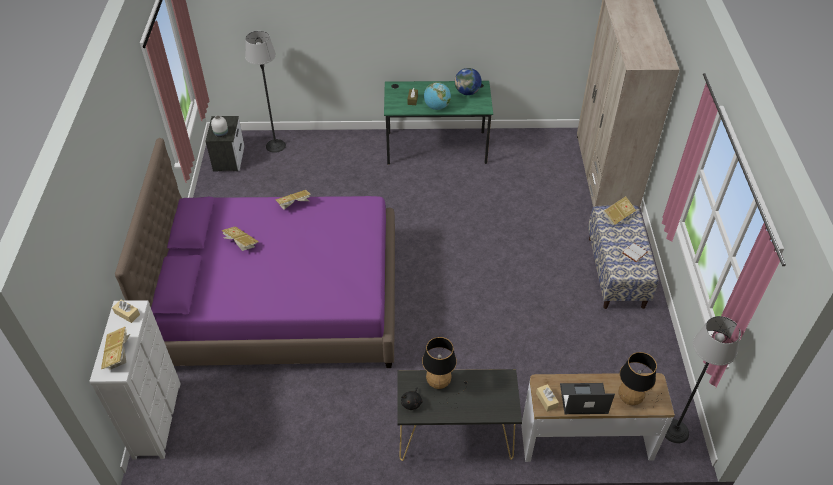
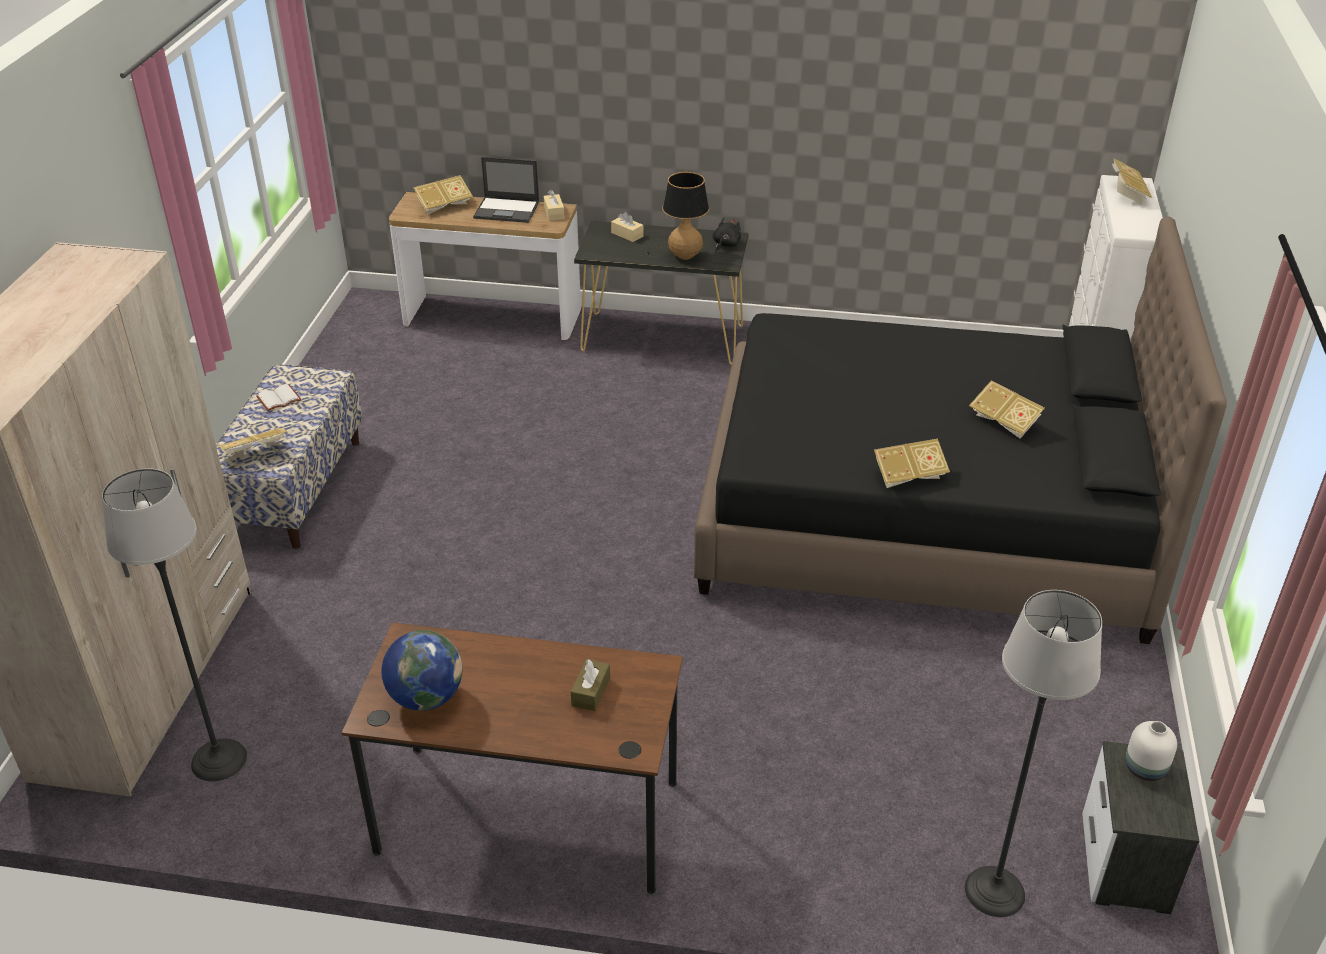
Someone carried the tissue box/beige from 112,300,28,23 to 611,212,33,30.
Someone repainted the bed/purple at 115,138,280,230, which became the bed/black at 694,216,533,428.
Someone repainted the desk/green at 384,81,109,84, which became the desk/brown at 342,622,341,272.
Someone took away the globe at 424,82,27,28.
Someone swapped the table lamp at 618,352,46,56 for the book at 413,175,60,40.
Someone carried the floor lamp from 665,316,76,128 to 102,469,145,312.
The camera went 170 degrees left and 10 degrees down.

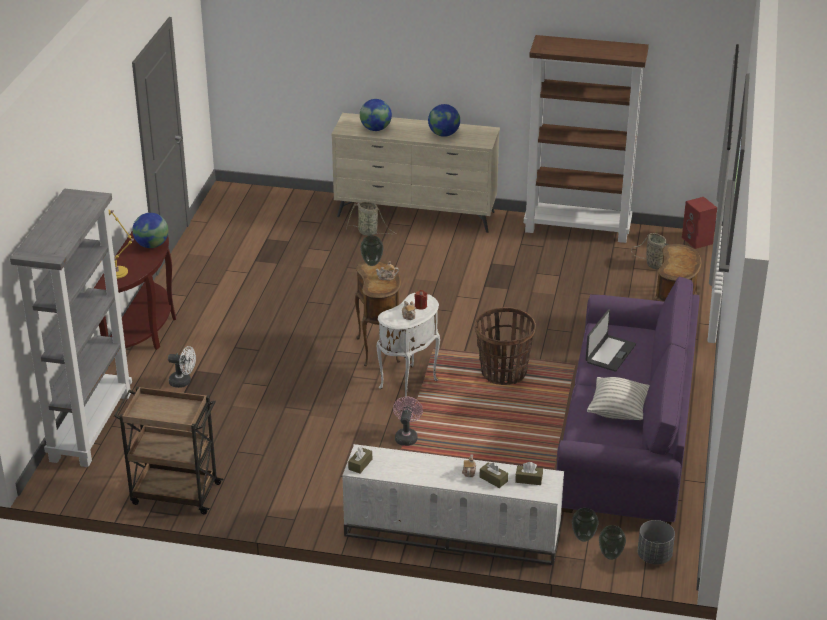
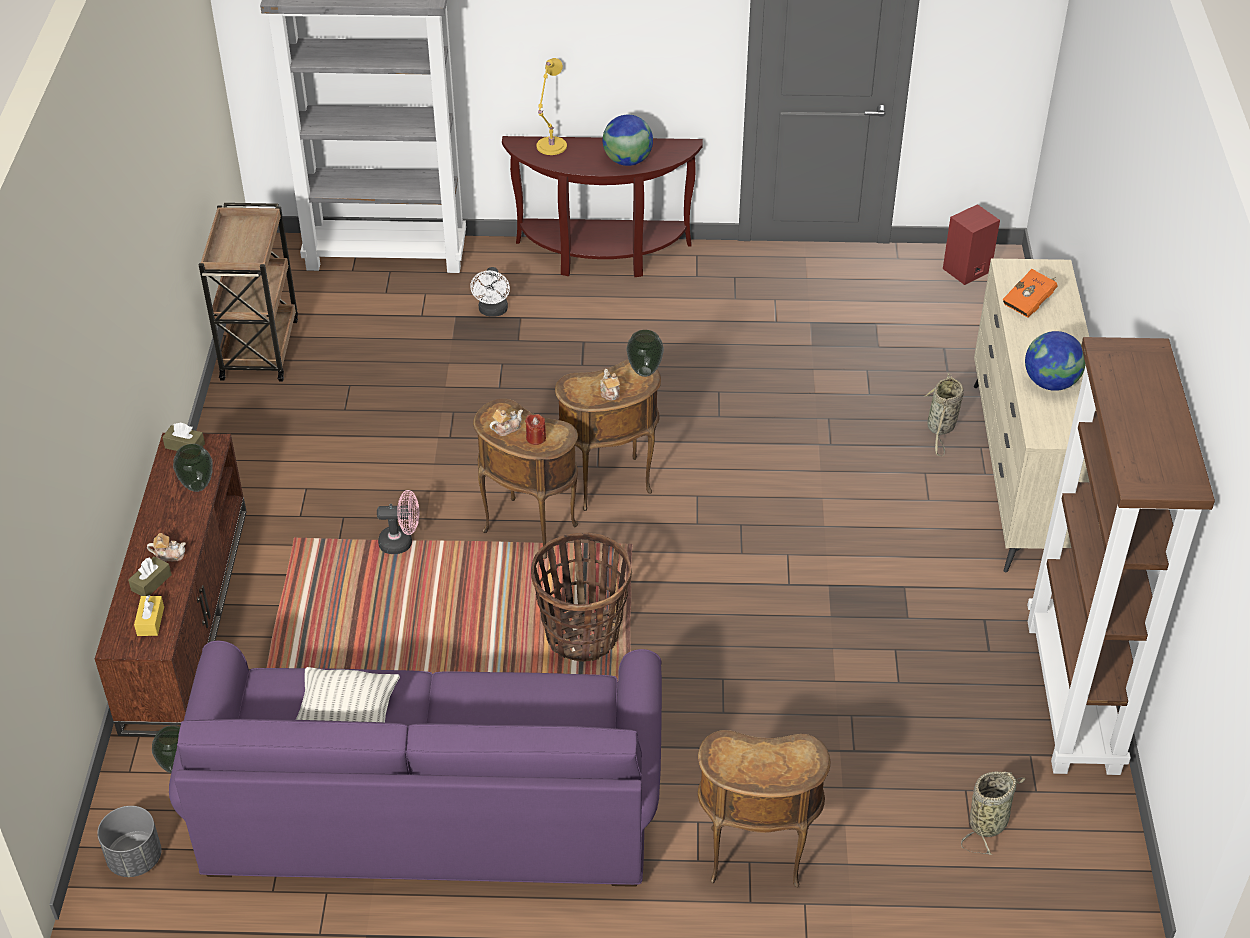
Someone repainted the tv stand/white at 342,444,222,121, which became the tv stand/brown at 95,433,152,304.
Someone swapped the globe at 360,99,32,32 for the book/orange at 1003,269,55,49.
Someone repainted the side table/white at 377,293,63,104, which became the side table/brown at 473,399,105,160.
Someone repainted the tissue box/brown at 515,462,28,23, which became the tissue box/yellow at 134,595,30,41.
Someone took away the laptop at 586,309,50,63.
Someone carried the vase from 599,525,27,35 to 173,444,40,48.
Someone carried the speaker/red from 682,197,35,52 to 943,204,57,81.
The camera went 80 degrees right and 10 degrees up.

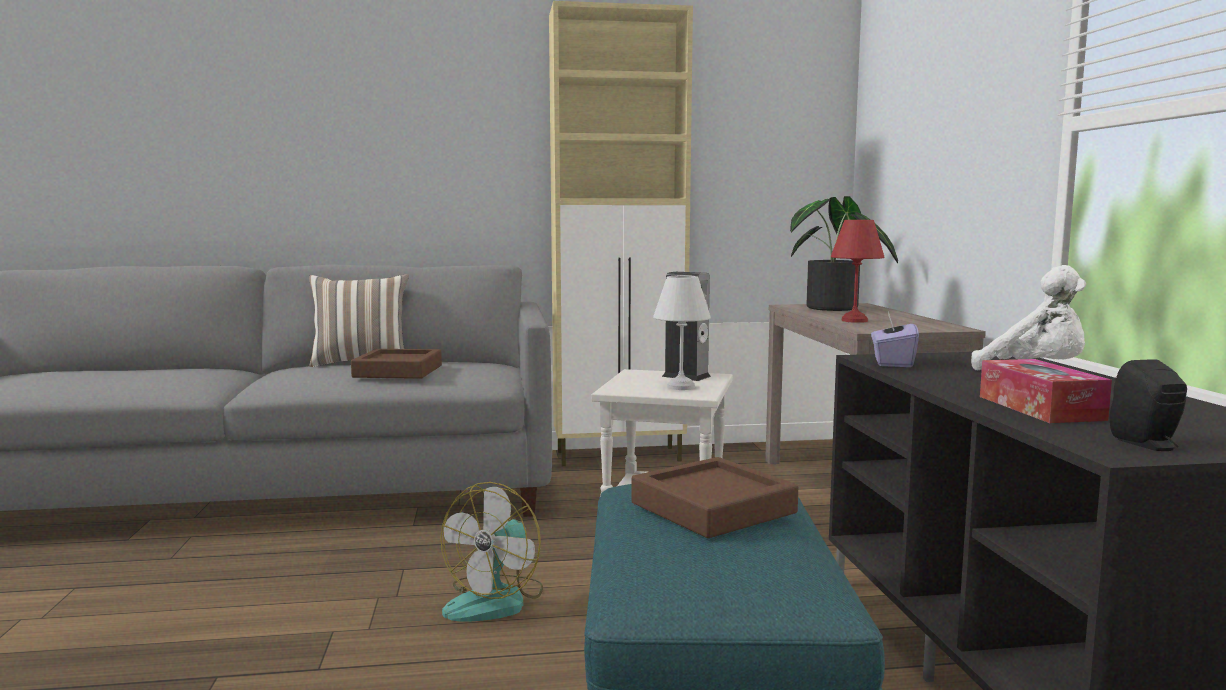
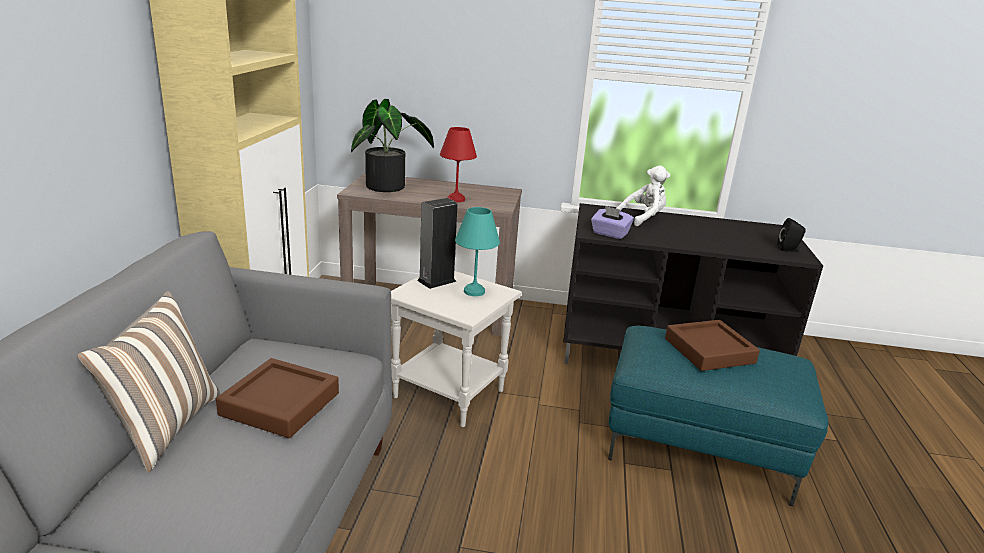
Someone took away the fan at 440,482,103,139.
Someone repainted the table lamp/white at 653,276,58,114, which became the table lamp/turquoise at 455,207,45,89.
Someone took away the tissue box at 980,359,132,64.
The camera went 75 degrees left and 15 degrees up.

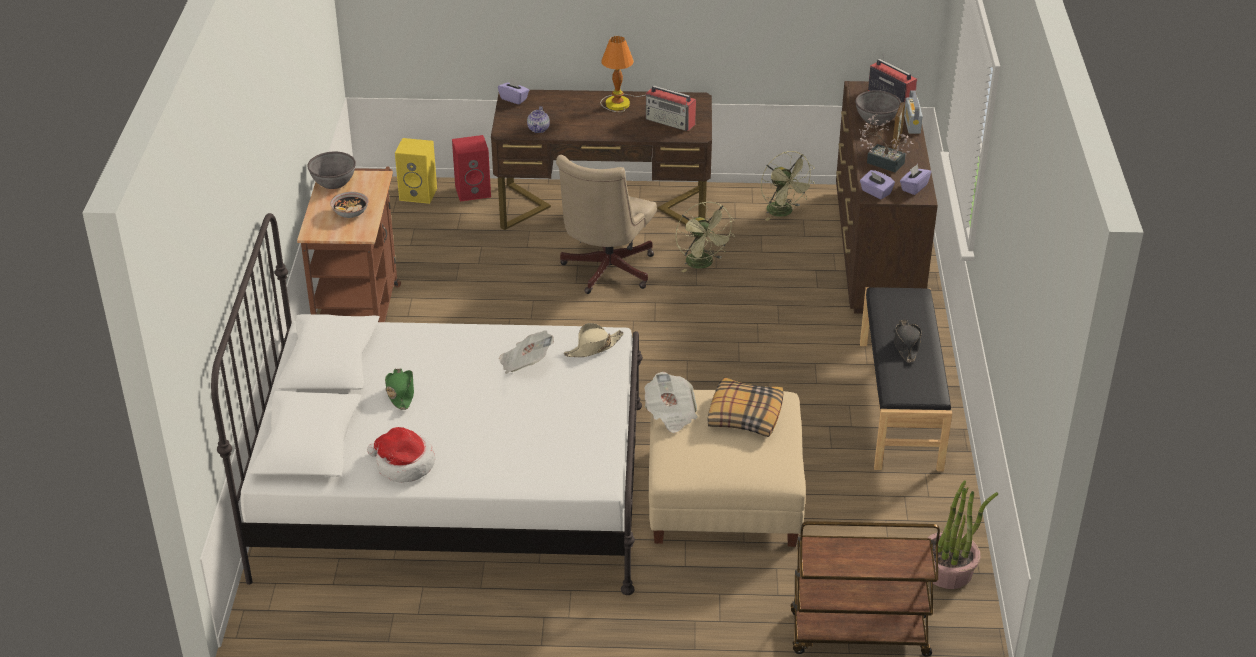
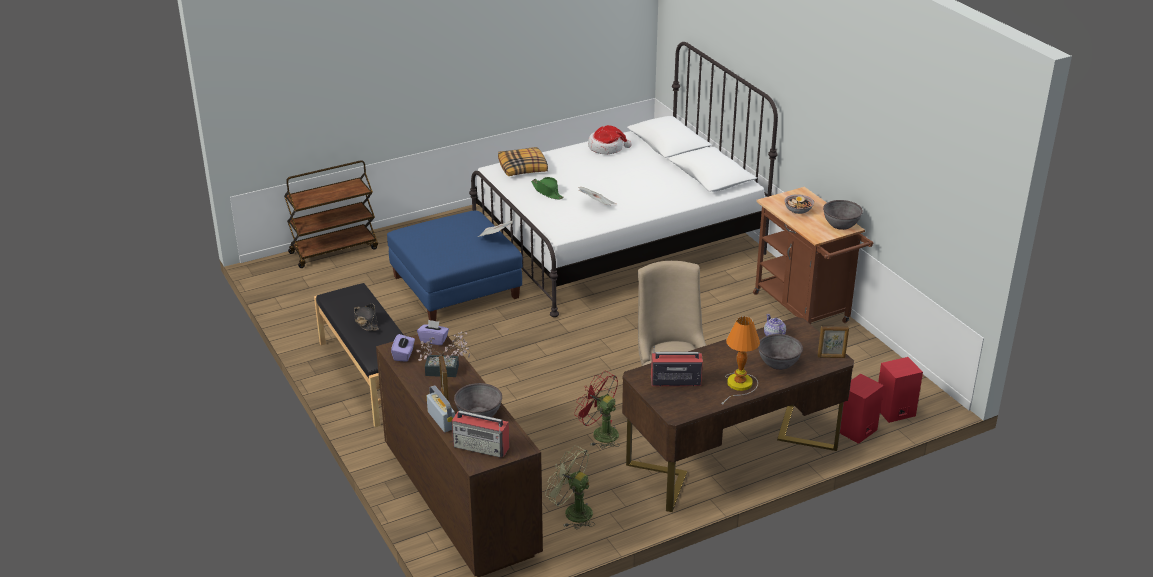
Someone carried the hat/green from 385,368,29,42 to 531,177,33,22.
Someone repainted the speaker/yellow at 395,138,42,66, which became the speaker/red at 878,357,45,66.
Someone swapped the tissue box/purple at 498,77,31,27 for the picture frame at 818,326,31,32.
Someone took away the hat/beige at 564,323,60,34.
Someone repainted the ottoman/beige at 649,390,157,157, which became the ottoman/blue at 387,211,136,110.
Someone repainted the fan/green at 675,202,60,71, which became the fan/red at 574,371,46,77.
Someone carried the pillow from 707,378,76,59 to 498,147,50,29.
Someone took away the potted plant at 927,480,71,109.
Someone put down the bowl/grey at 758,334,45,36.
The camera went 150 degrees right and 5 degrees down.

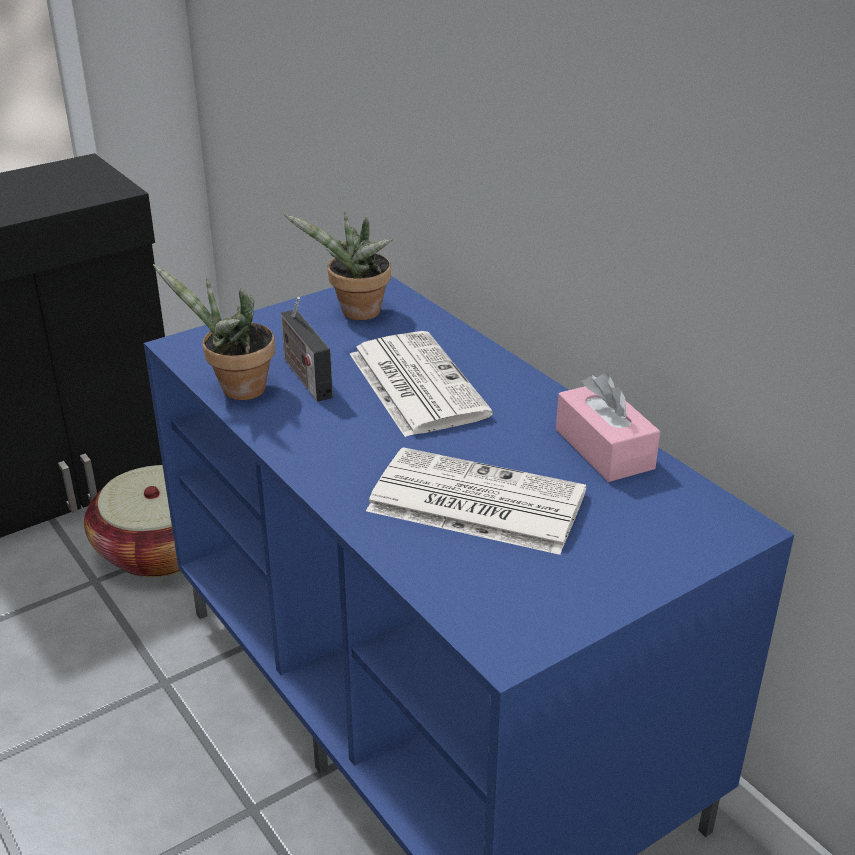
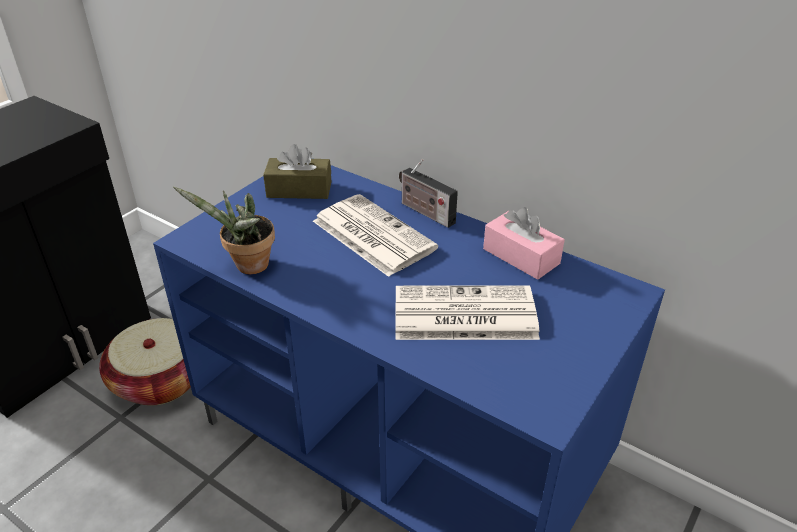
Someone carried the radio from 281,297,52,105 to 399,159,59,69.
Someone swapped the potted plant at 283,212,109,108 for the tissue box/brown at 263,144,68,55.
The camera went 20 degrees left and 5 degrees up.

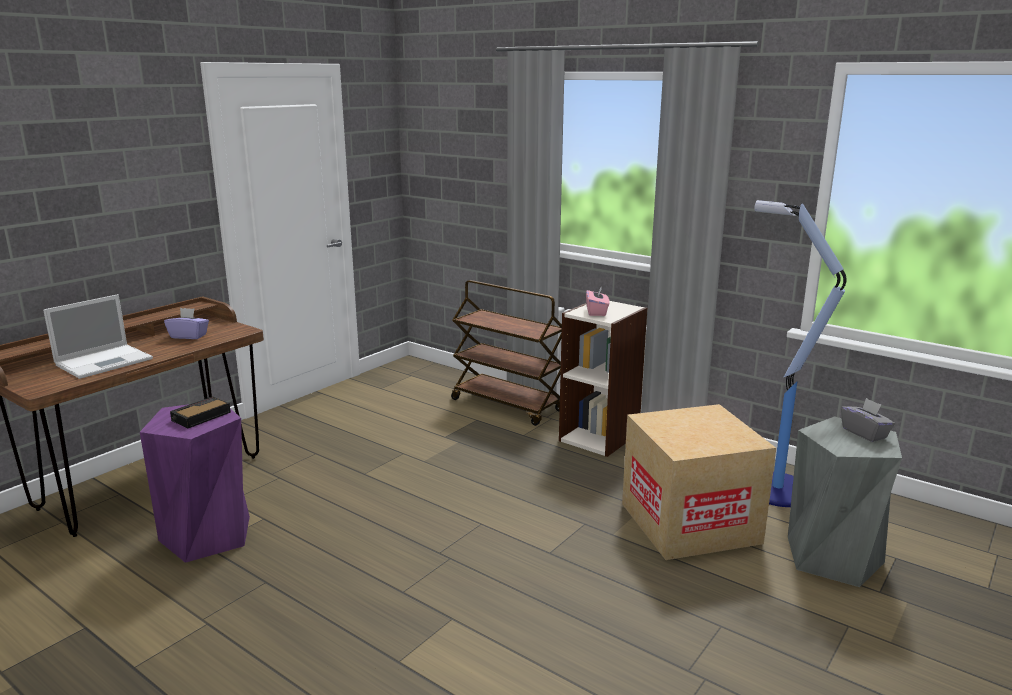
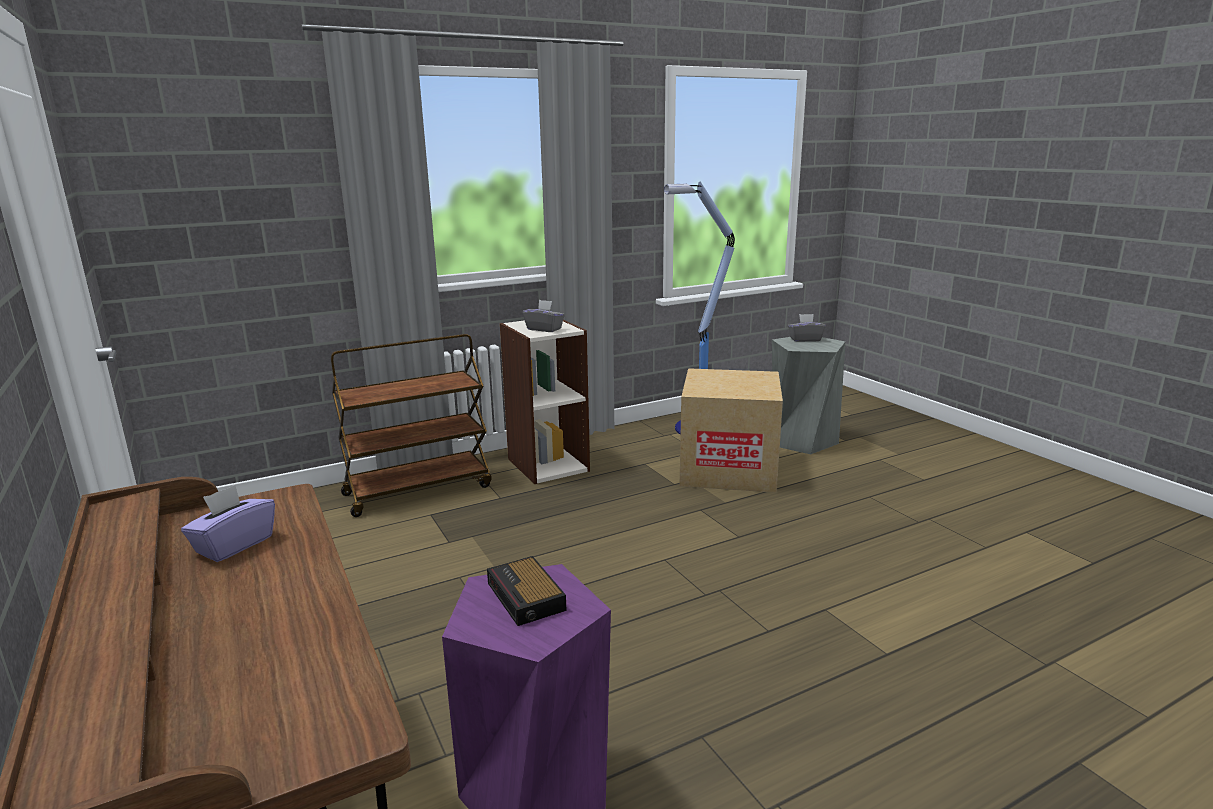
Someone took away the laptop at 43,294,110,85.
Someone repainted the tissue box/pink at 586,285,23,31, which became the tissue box/grey at 523,300,42,32.
The camera went 65 degrees left and 0 degrees up.

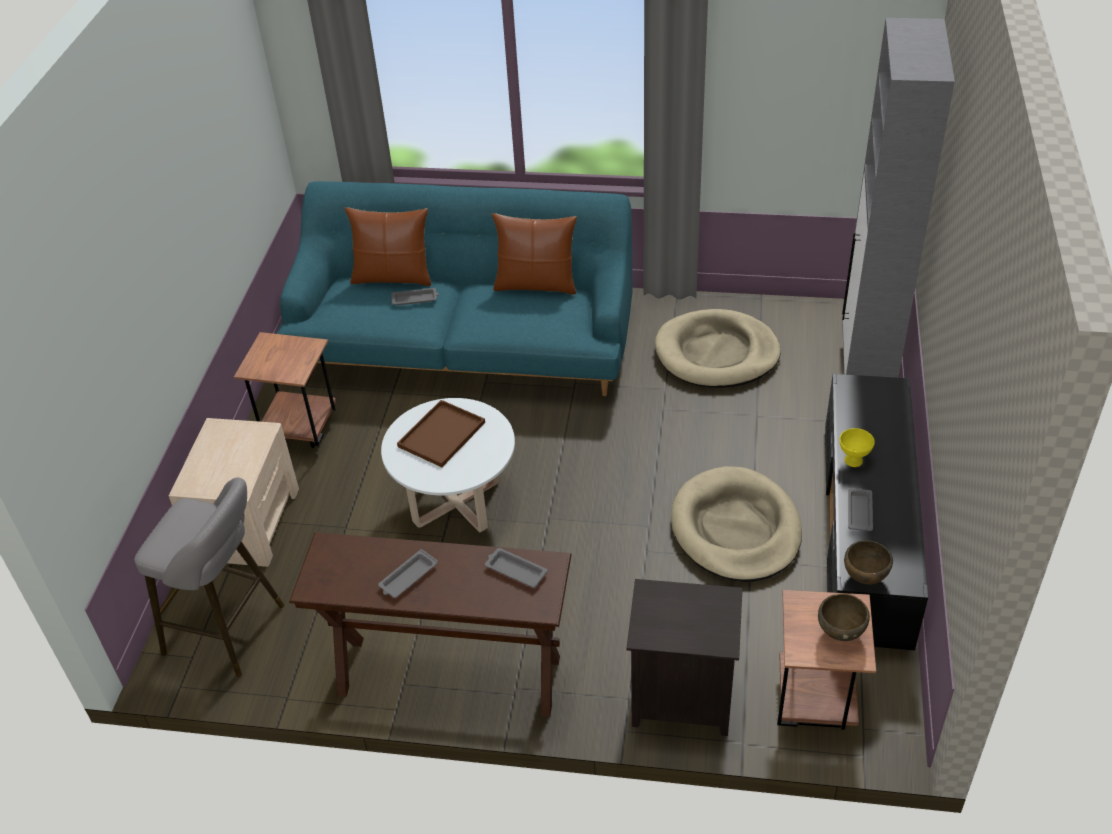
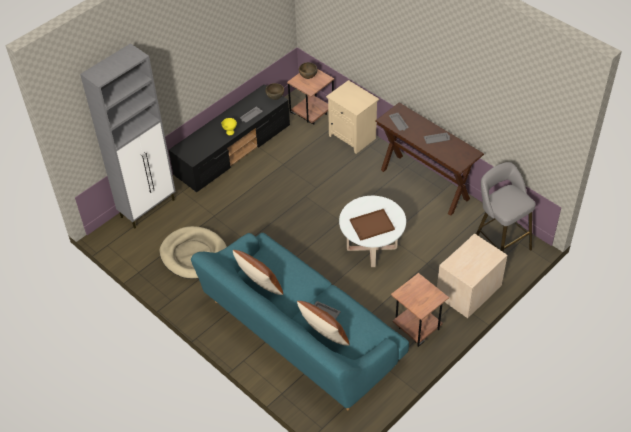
Someone repainted the nightstand/black at 627,579,116,157, which became the nightstand/beige at 326,80,53,74.
Someone took away the dog bed/beige at 671,466,131,116.
The camera went 145 degrees left and 5 degrees up.

